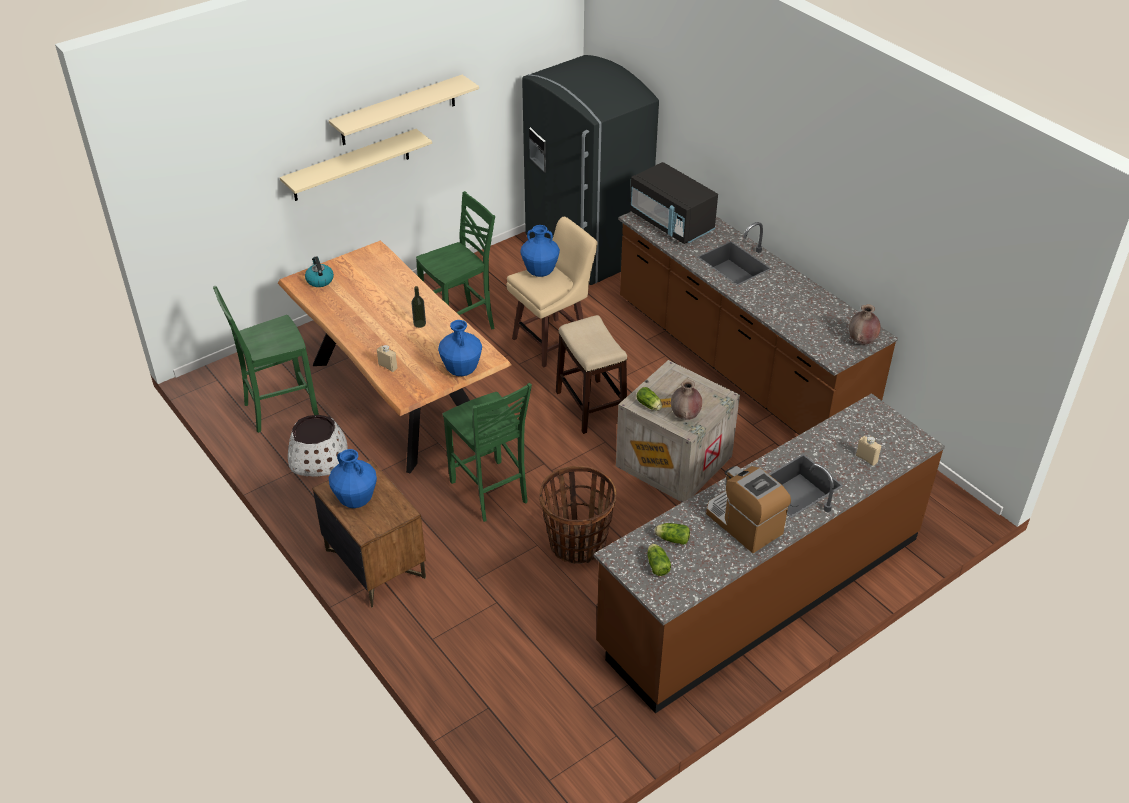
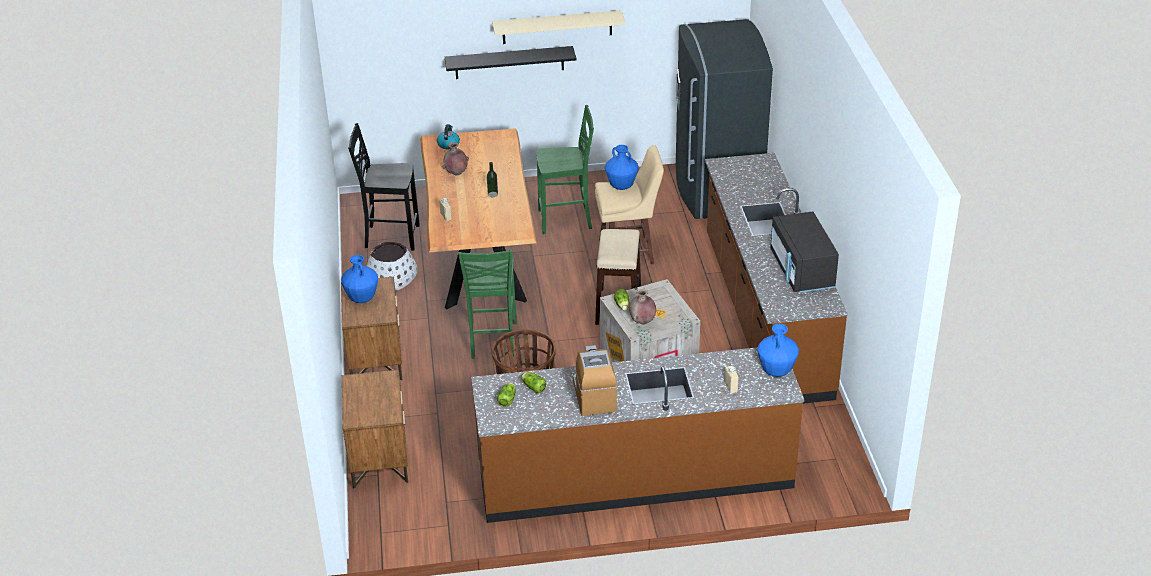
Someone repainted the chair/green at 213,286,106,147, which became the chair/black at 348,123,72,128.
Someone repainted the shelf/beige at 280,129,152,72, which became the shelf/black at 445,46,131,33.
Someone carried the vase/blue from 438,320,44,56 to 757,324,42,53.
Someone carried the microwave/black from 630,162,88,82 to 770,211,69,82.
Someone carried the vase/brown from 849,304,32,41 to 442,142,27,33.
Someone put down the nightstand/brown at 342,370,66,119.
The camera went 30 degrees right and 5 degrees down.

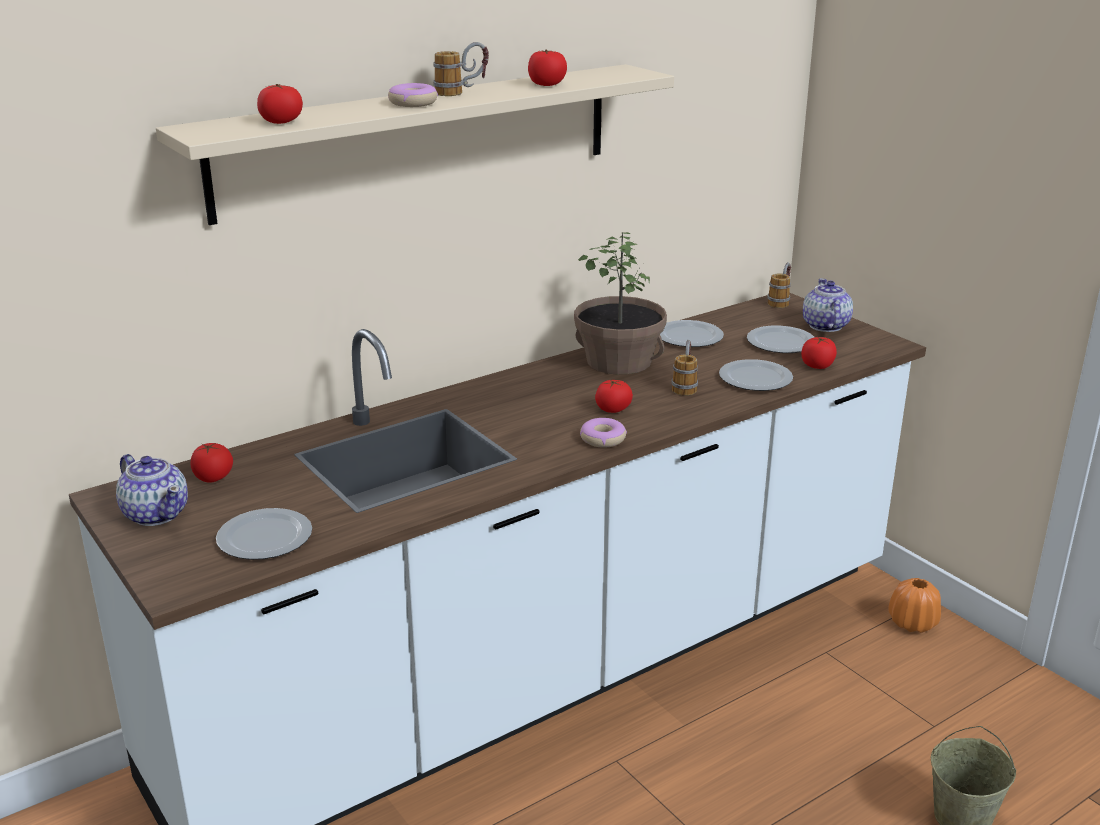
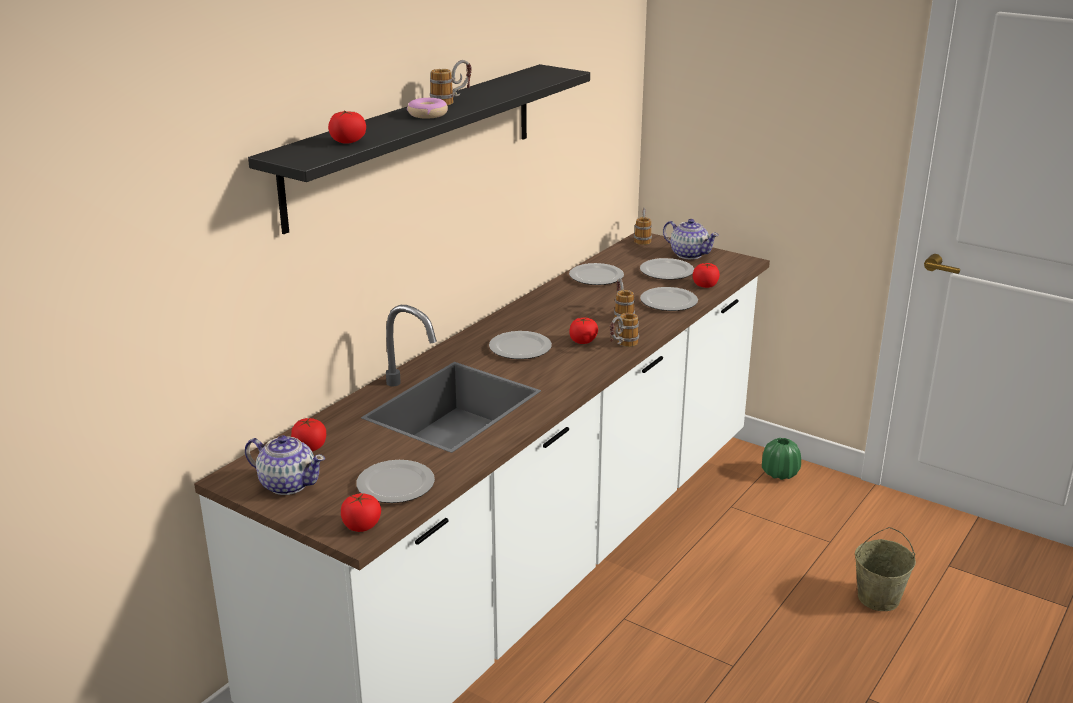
Someone repainted the shelf/beige at 156,64,518,161, which became the shelf/black at 248,64,342,170.
Someone carried the tomato from 528,50,39,36 to 341,493,40,39.
Someone took away the potted plant at 574,232,93,143.
Someone took away the donut at 580,418,47,30.
Someone rotated the teapot at 803,278,50,54 by 150 degrees clockwise.
Someone repainted the vase/orange at 888,578,53,55, which became the vase/green at 762,438,39,42.
Someone put down the plate at 489,331,63,28.
Someone put down the mug at 610,313,29,34.
The camera went 20 degrees left and 0 degrees up.

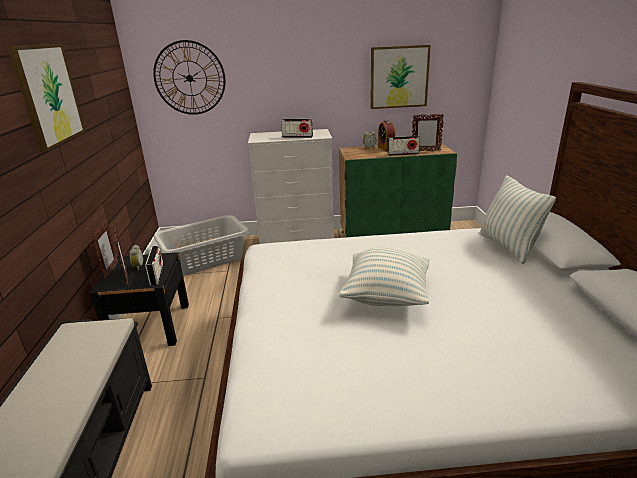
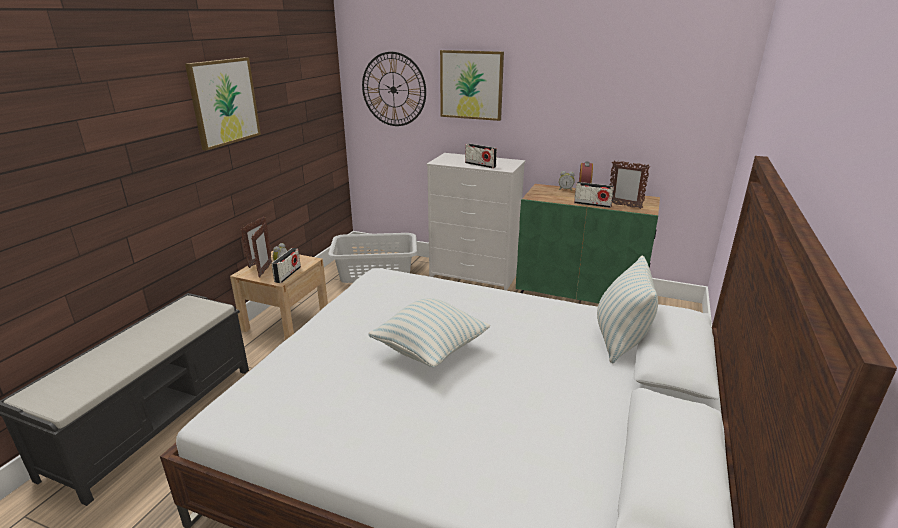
Someone repainted the nightstand/black at 90,252,99,94, which became the nightstand/beige at 230,251,98,89.
Someone carried the picture from 370,45,61,64 to 440,50,64,71.
The camera went 25 degrees right and 0 degrees up.

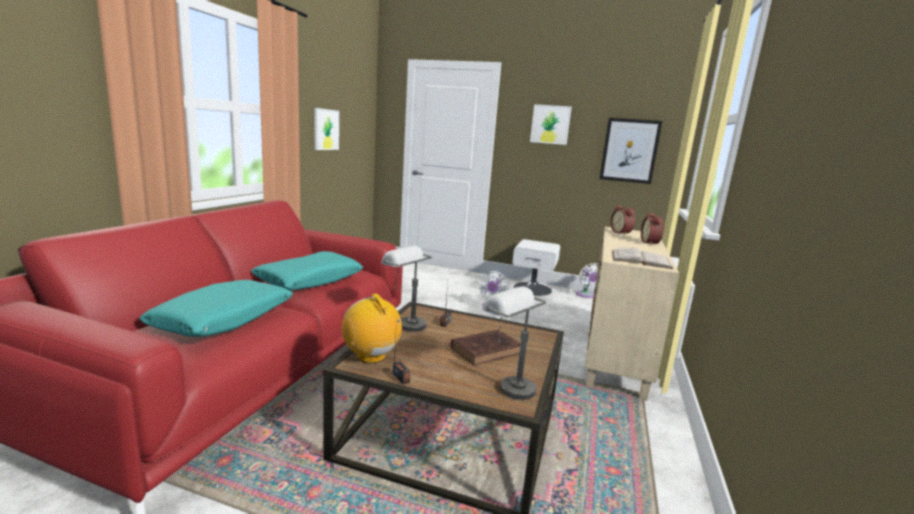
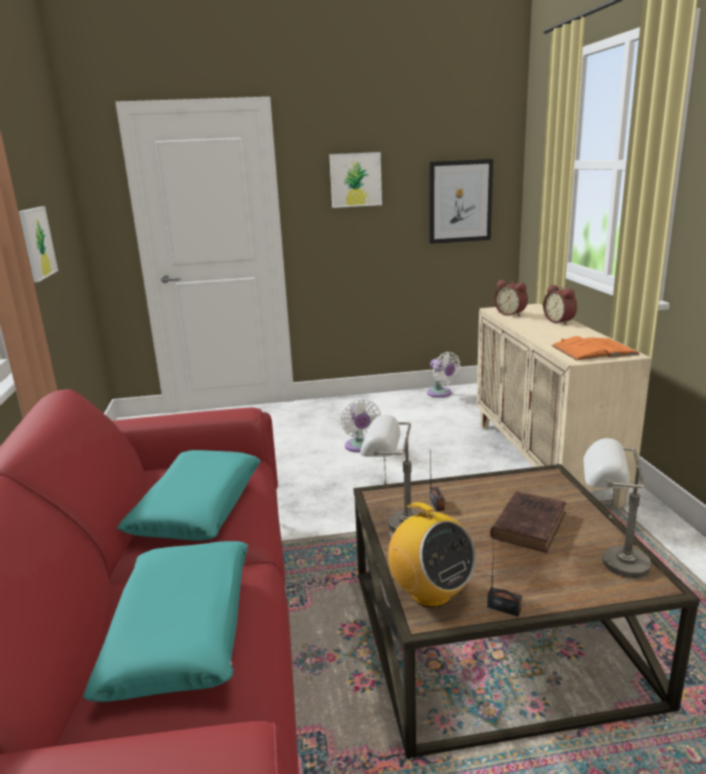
Someone rotated the radio at 342,293,63,70 by 150 degrees counterclockwise.
Someone took away the nightstand/white at 513,239,47,56.
Someone repainted the book/white at 612,246,61,23, which became the book/orange at 551,336,89,24.
The camera went 25 degrees left and 5 degrees up.

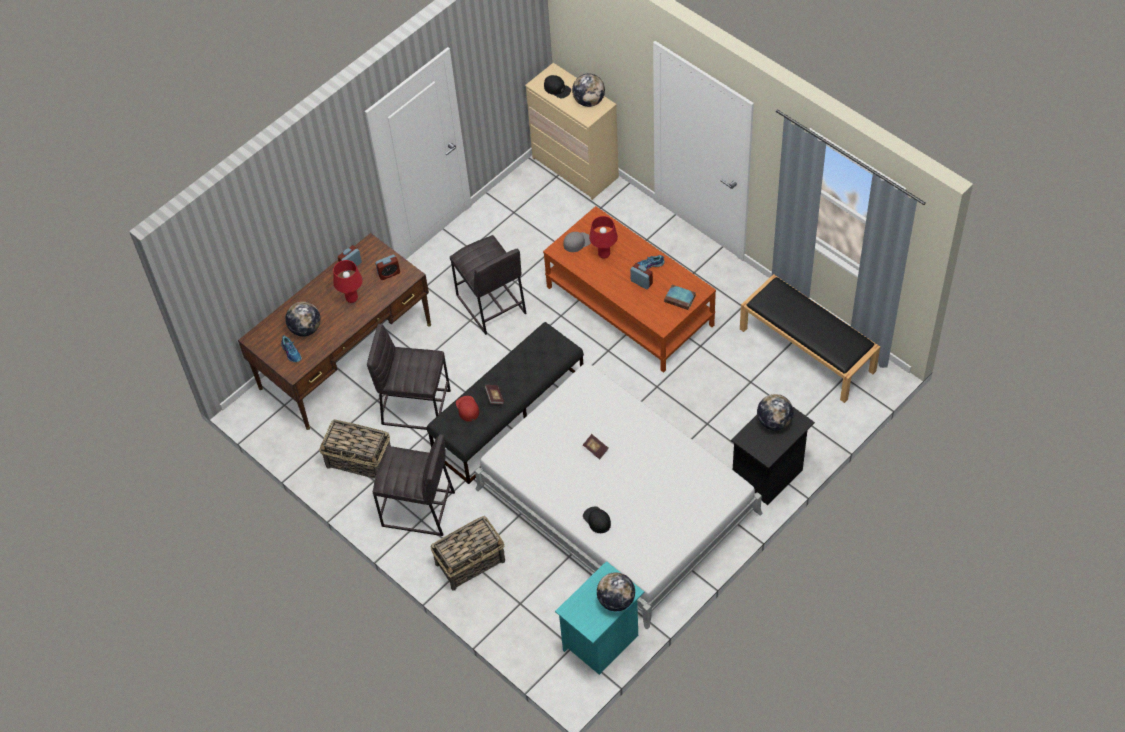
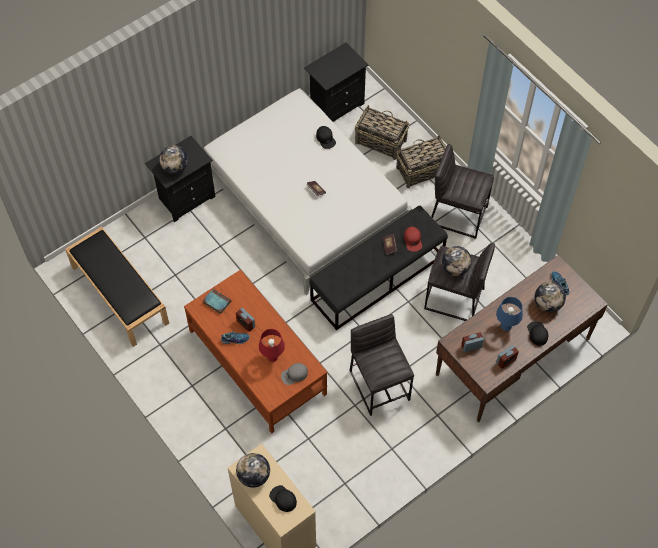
Someone carried the basket from 319,419,72,60 to 355,105,54,55.
Someone repainted the table lamp/red at 333,260,29,43, which became the table lamp/blue at 496,297,27,34.
Someone repainted the nightstand/turquoise at 555,561,89,114, which became the nightstand/black at 304,43,64,79.
Someone carried the globe from 597,572,38,39 to 442,246,30,30.
Someone put down the cap/black at 527,321,21,25.
The camera went 175 degrees left and 5 degrees up.

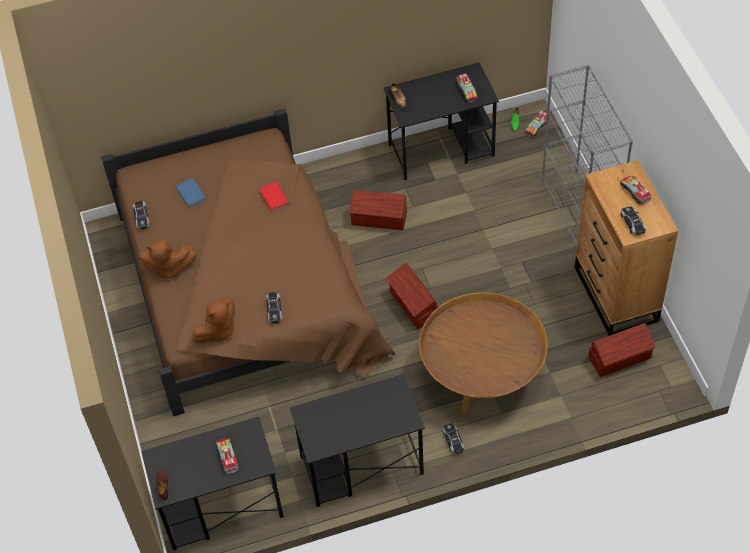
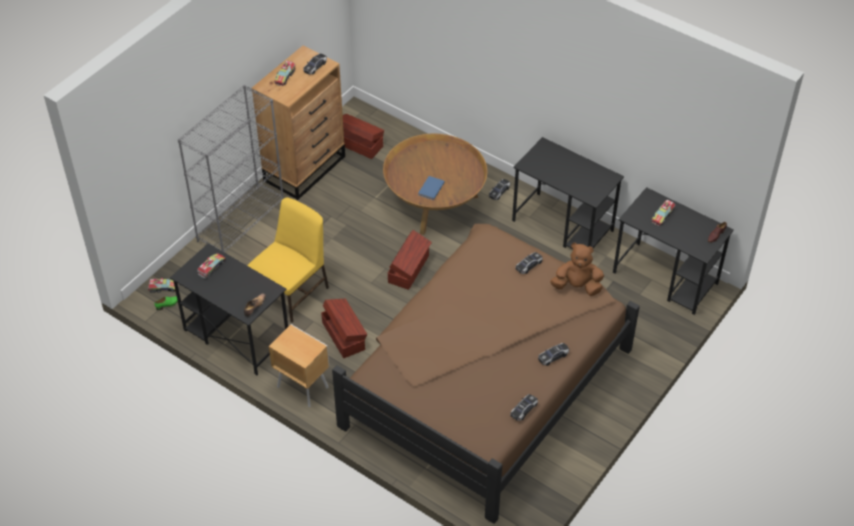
Someone swapped the plush toy/brown at 139,240,58,42 for the toy car at 538,343,32,23.
Someone carried the book/blue from 176,179,30,29 to 419,176,26,24.
Someone took away the book/red at 259,182,30,29.
Someone put down the chair/yellow at 248,197,81,126.
Someone put down the nightstand/brown at 269,324,60,83.
The camera went 130 degrees left and 5 degrees down.

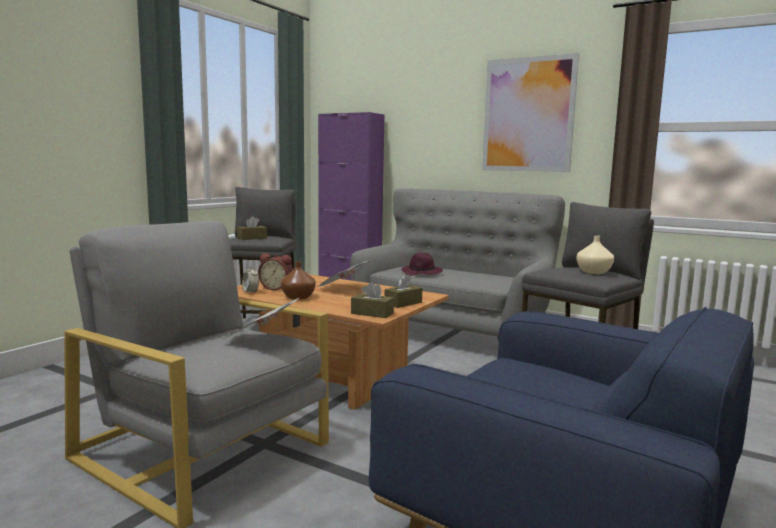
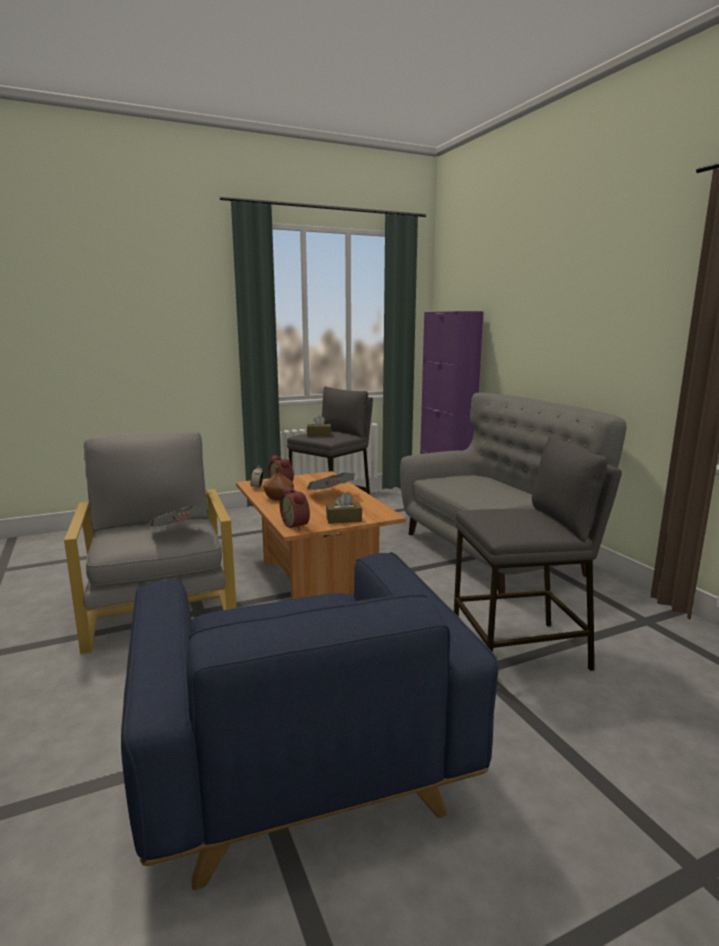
Someone swapped the tissue box/brown at 351,282,43,36 for the alarm clock at 280,486,30,44.
Someone took away the hat/purple at 401,253,42,23.
Someone took away the picture at 482,53,97,119.
Someone took away the vase/beige at 576,235,38,39.
The camera went 35 degrees right and 5 degrees up.

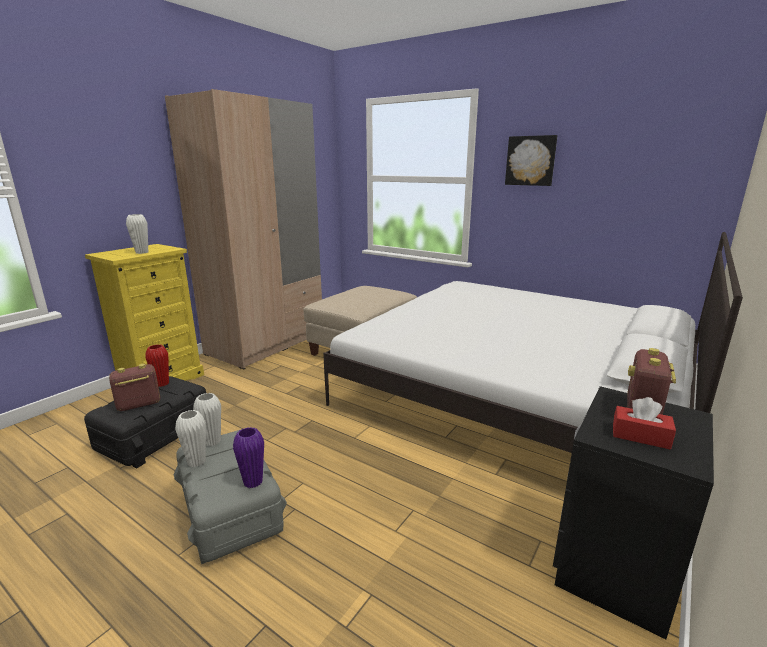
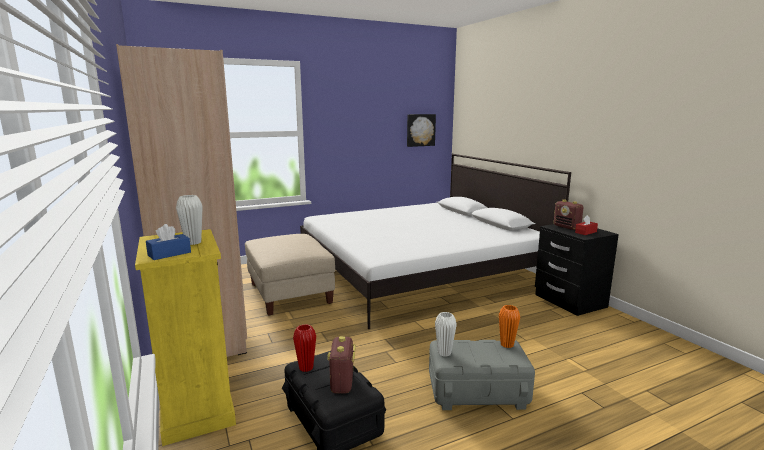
Someone took away the vase/white at 175,410,31,57.
Someone repainted the vase/purple at 233,427,31,61, which became the vase/orange at 499,305,21,43.
Someone carried the picture from 505,135,52,51 to 407,114,29,33.
Someone put down the tissue box/blue at 146,224,45,36.
The camera went 60 degrees left and 5 degrees down.

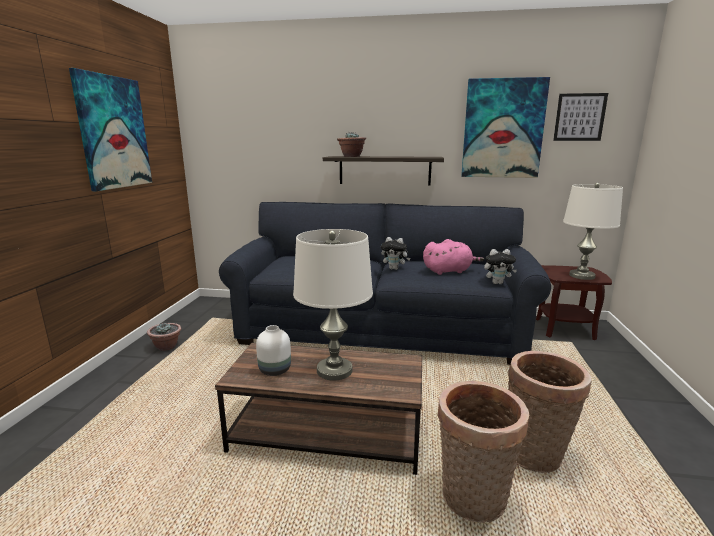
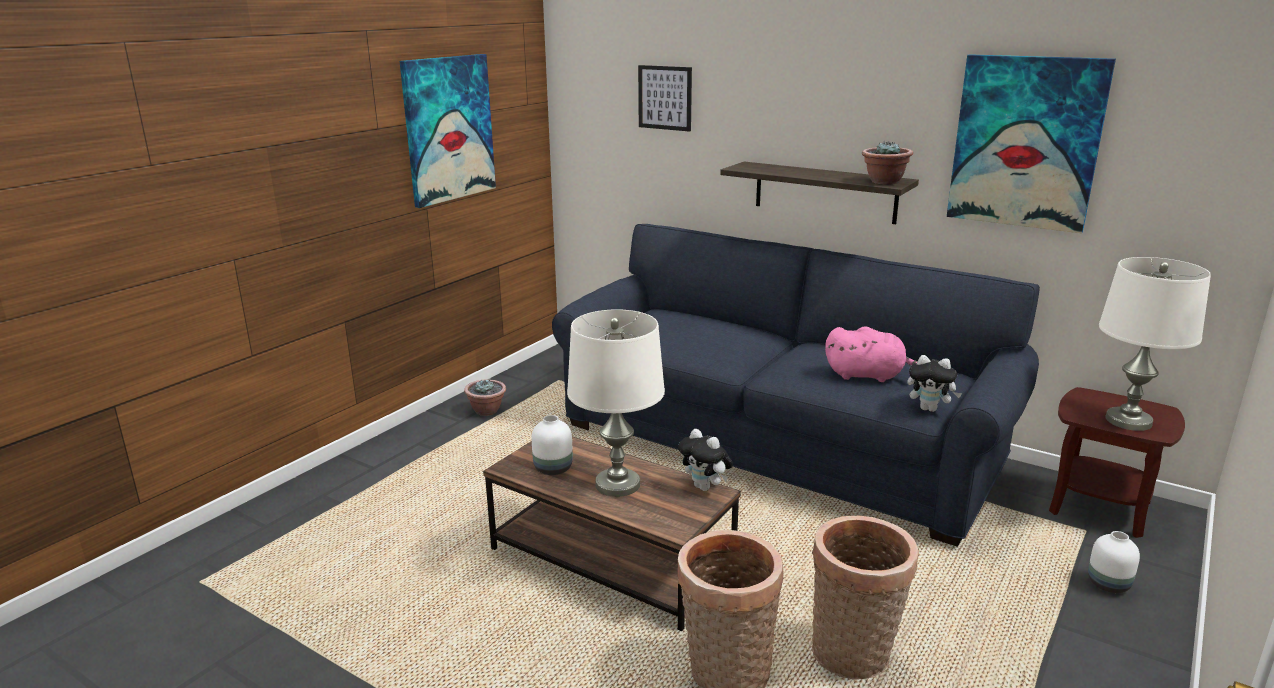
Someone carried the potted plant from 337,132,29,25 to 862,141,51,44.
Someone carried the plush toy from 381,237,29,33 to 678,429,55,62.
Someone carried the picture from 553,93,55,48 to 638,65,54,67.
Someone put down the vase/white at 1088,531,52,62.
The camera went 25 degrees right and 5 degrees up.

